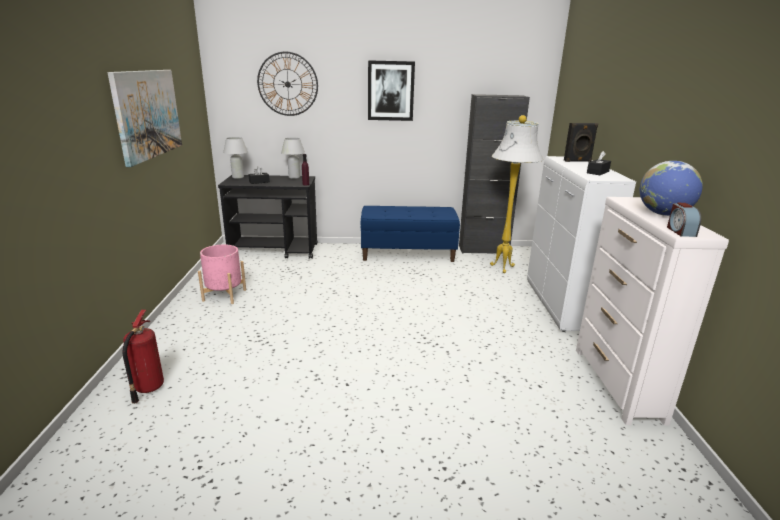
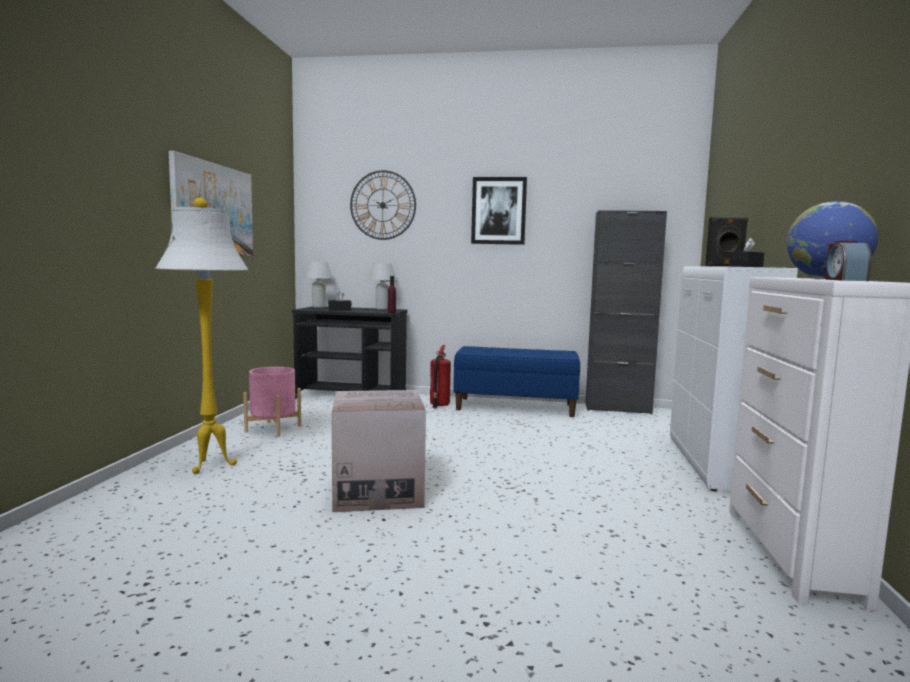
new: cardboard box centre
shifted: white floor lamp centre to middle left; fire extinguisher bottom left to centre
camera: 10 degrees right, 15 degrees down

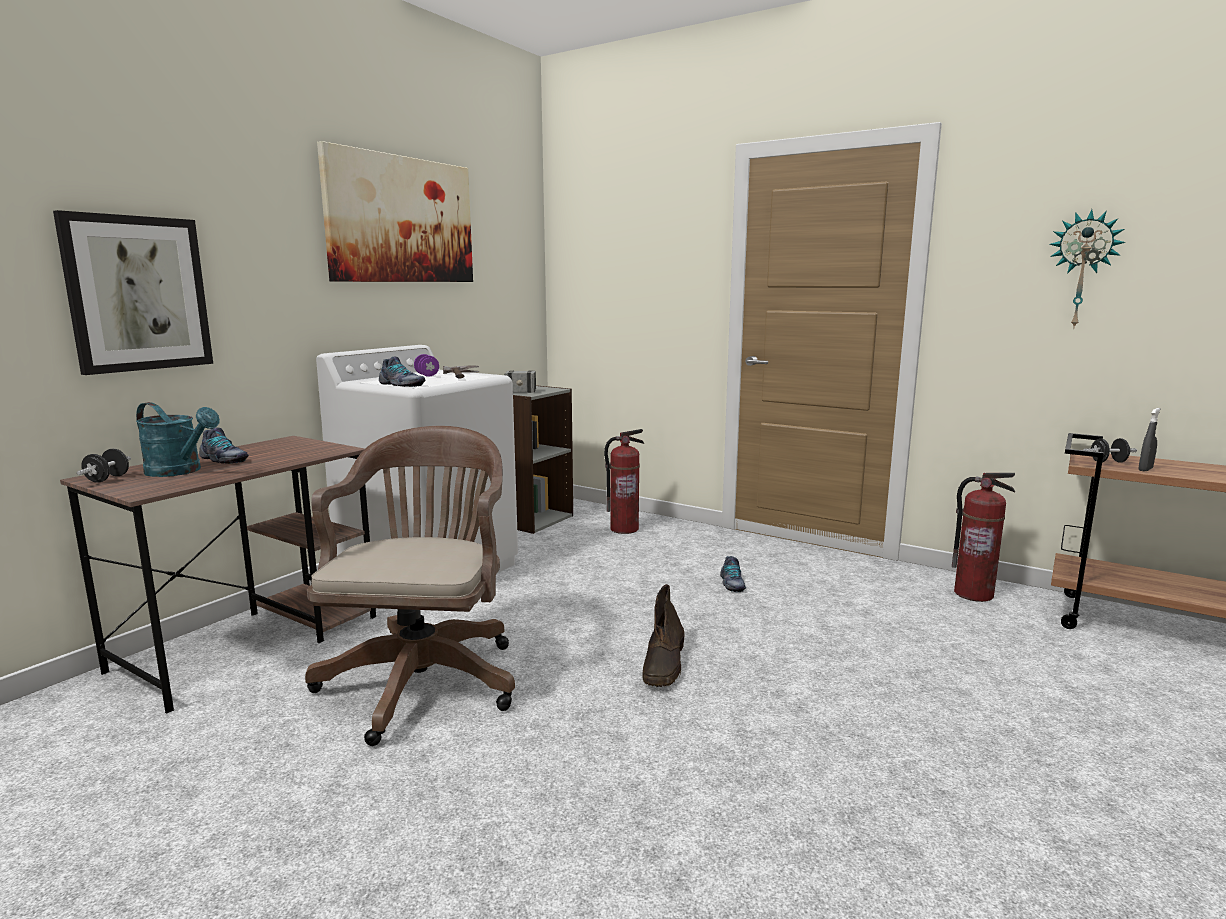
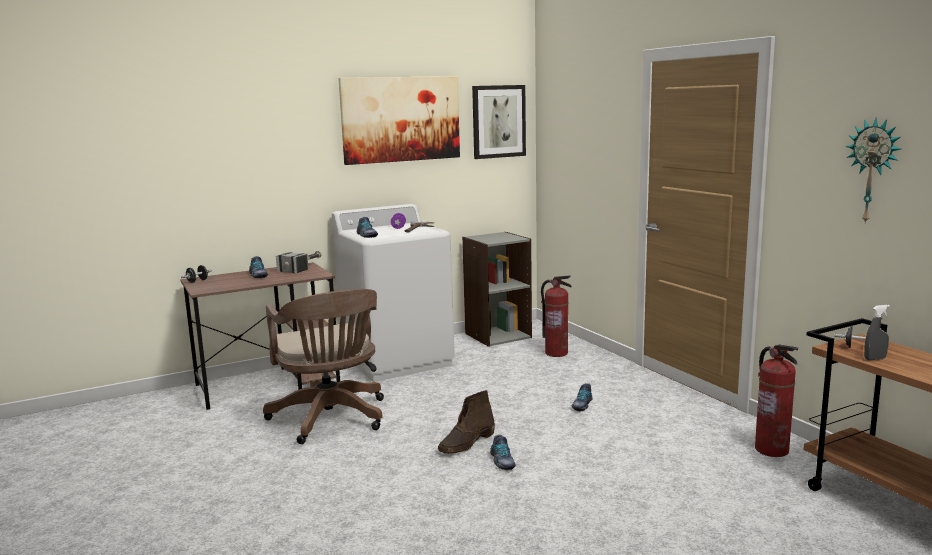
gone: turquoise watering can middle left
new: shoe (no. 3 from left) bottom centre
shifted: picture (no. 1 from left in the first image) top left to picture (no. 2 from left) top centre; hammer (no. 2 from left in the first image) centre to hammer (no. 1 from left) middle left
rotated: brown office chair centre = centre 120 degrees clockwise
camera: 30 degrees right, 0 degrees up

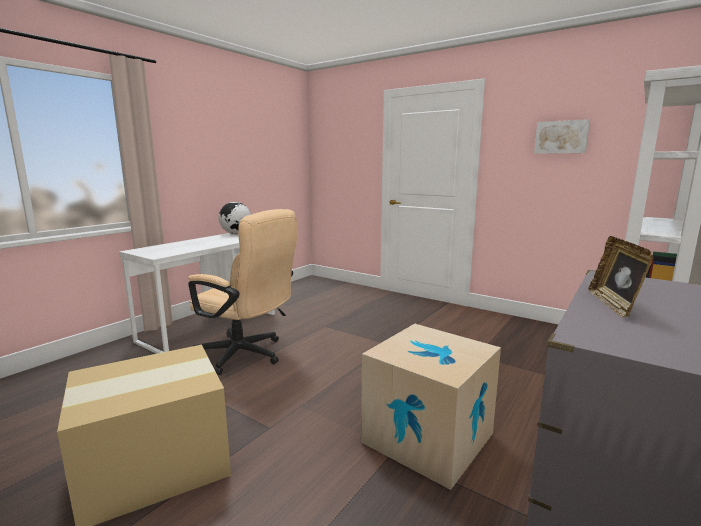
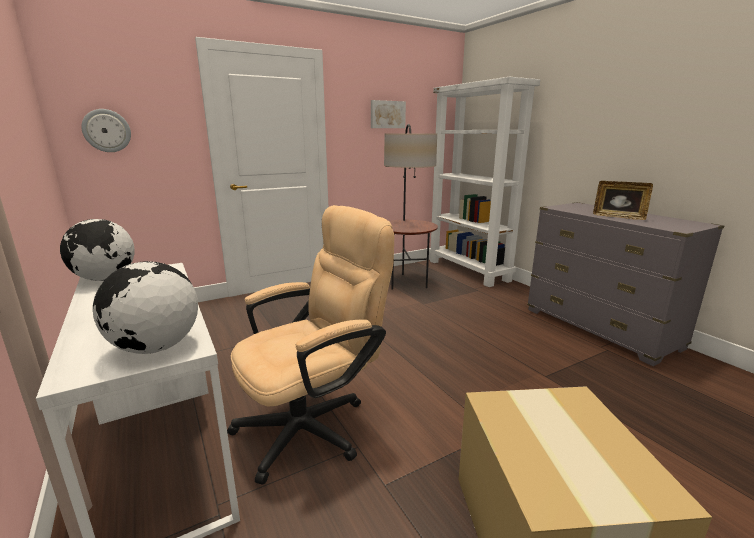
gone: cardboard box (no. 2 from left) bottom centre
new: wall clock top left; floor lamp centre; globe (no. 2 from left) middle left
camera: 65 degrees left, 5 degrees up

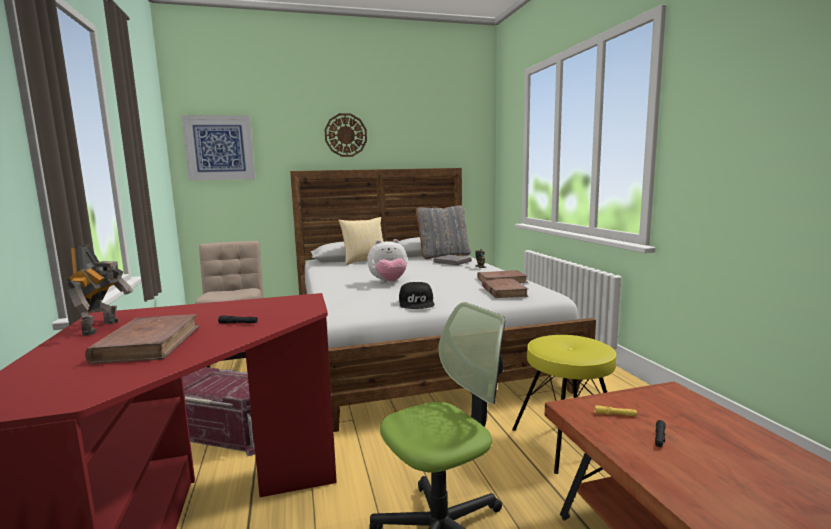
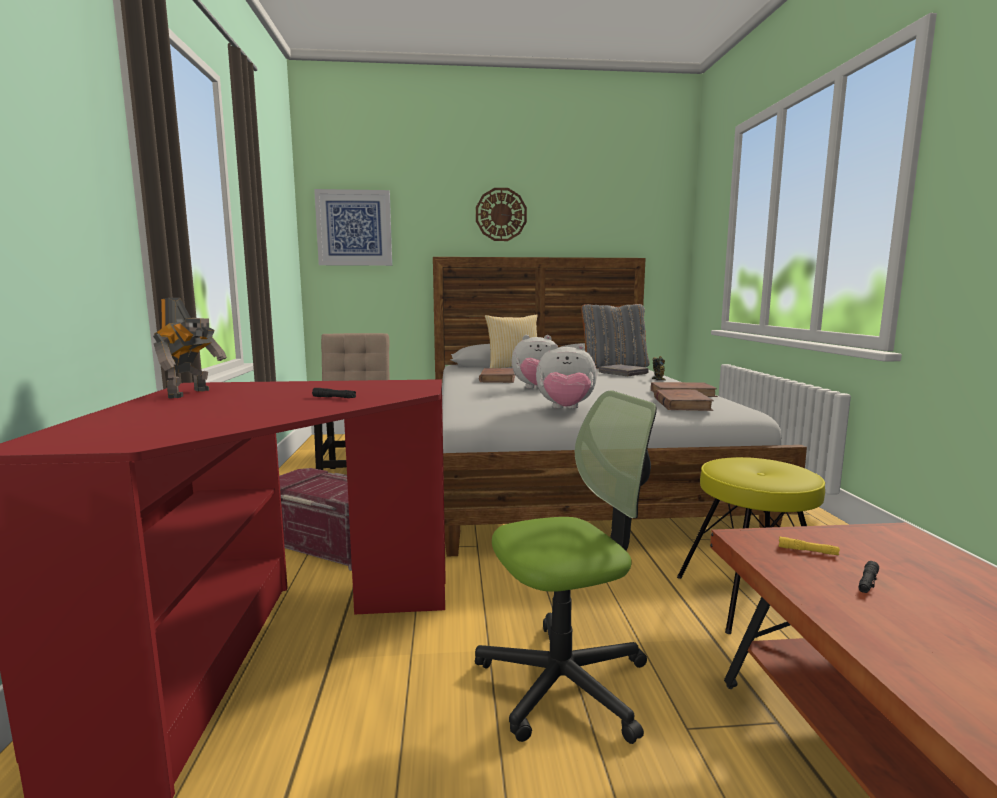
shifted: brown book (no. 1 from left) middle left to centre
swapped: black cap centre to plush toy (no. 2 from left) centre
camera: 10 degrees right, 0 degrees up

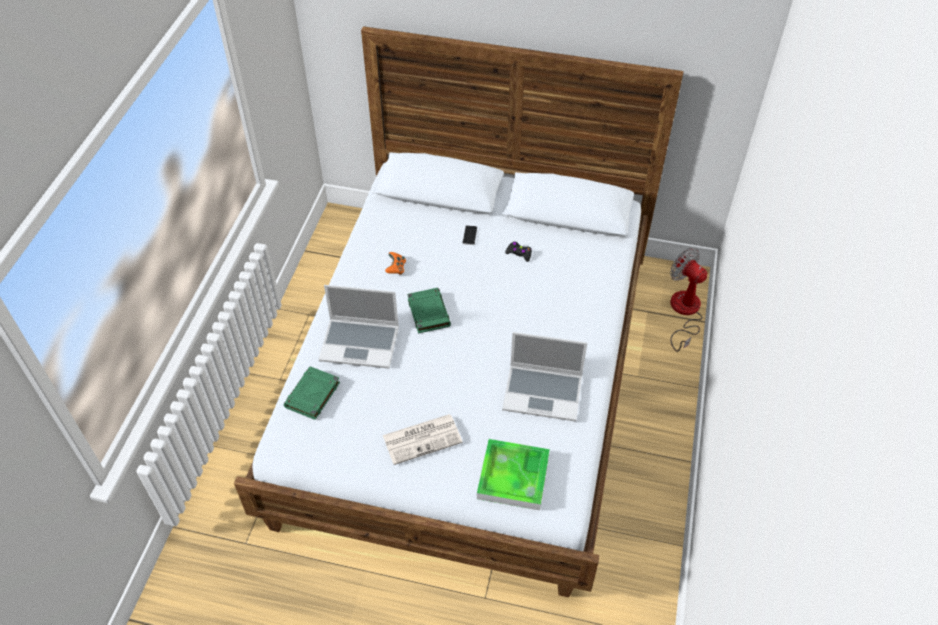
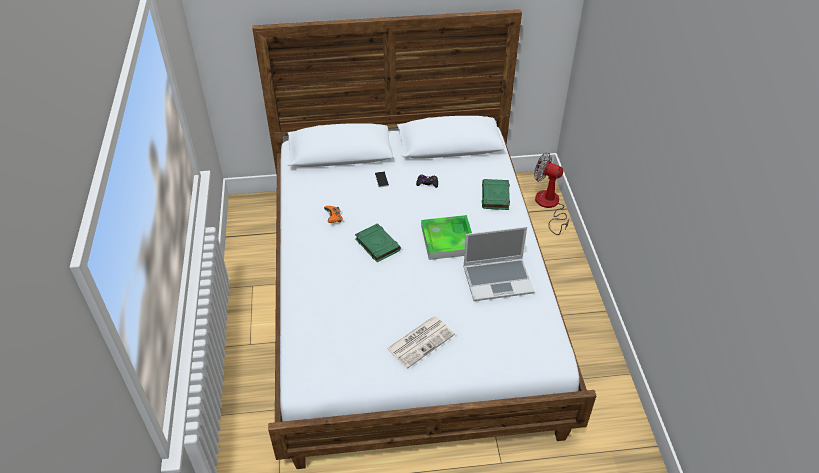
gone: laptop (no. 1 from left) centre
shifted: green book (no. 1 from left in the first image) middle left to green book (no. 2 from left) centre; tray bottom centre to centre
camera: 20 degrees left, 5 degrees down

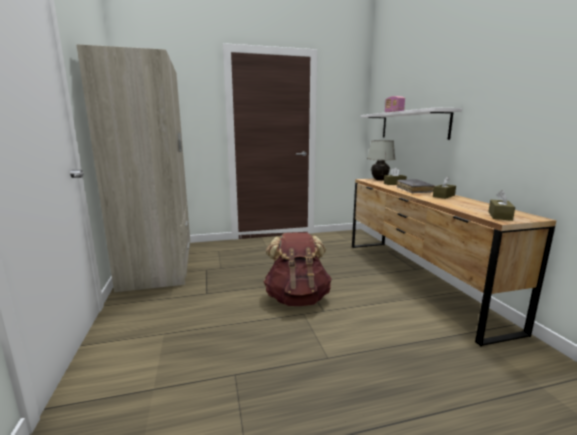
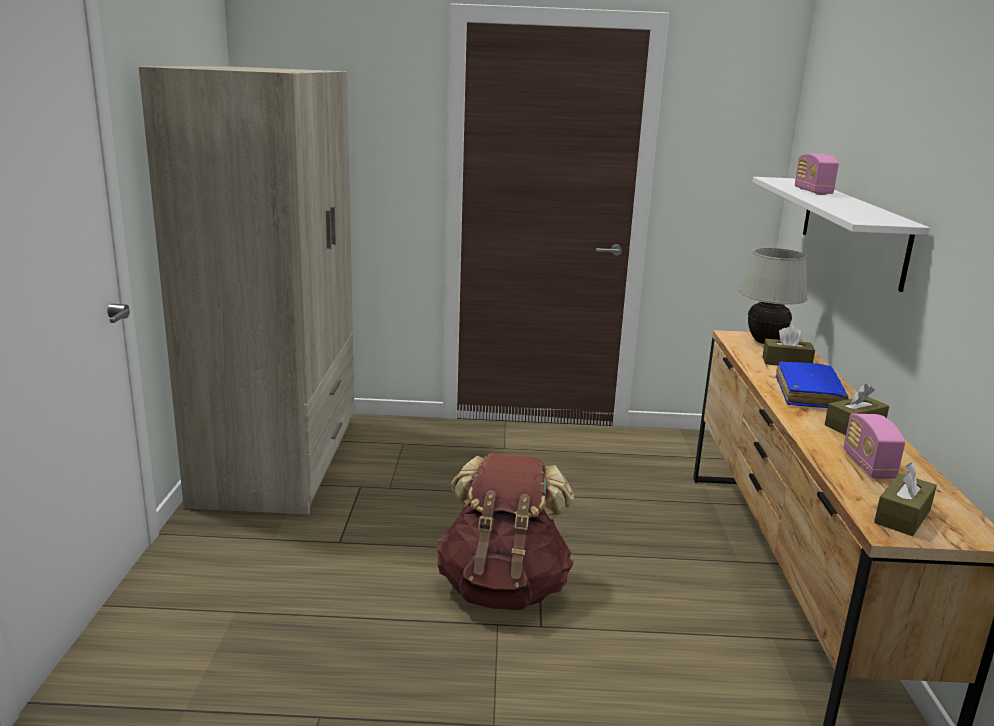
new: radio (no. 2 from left) middle right
repainted: grey book middle right to blue book middle right
camera: 15 degrees right, 5 degrees up

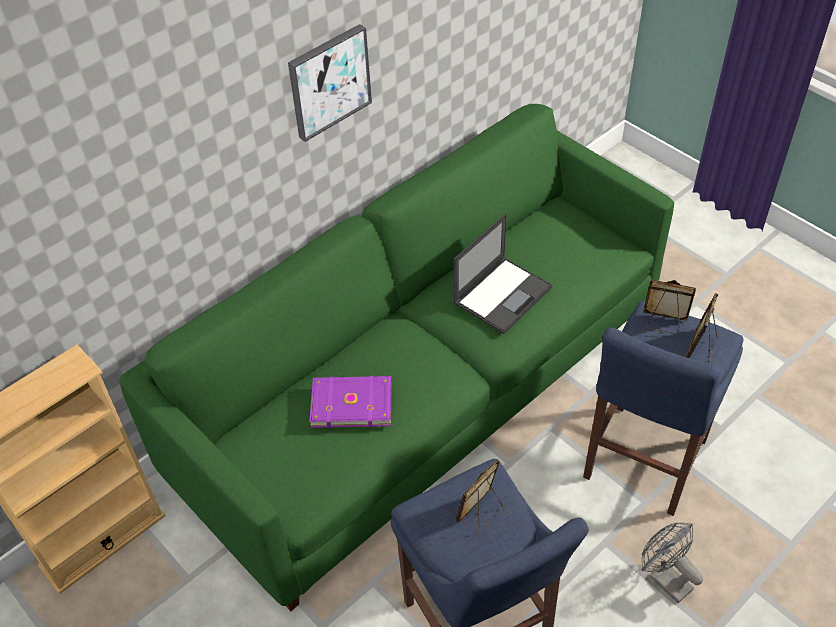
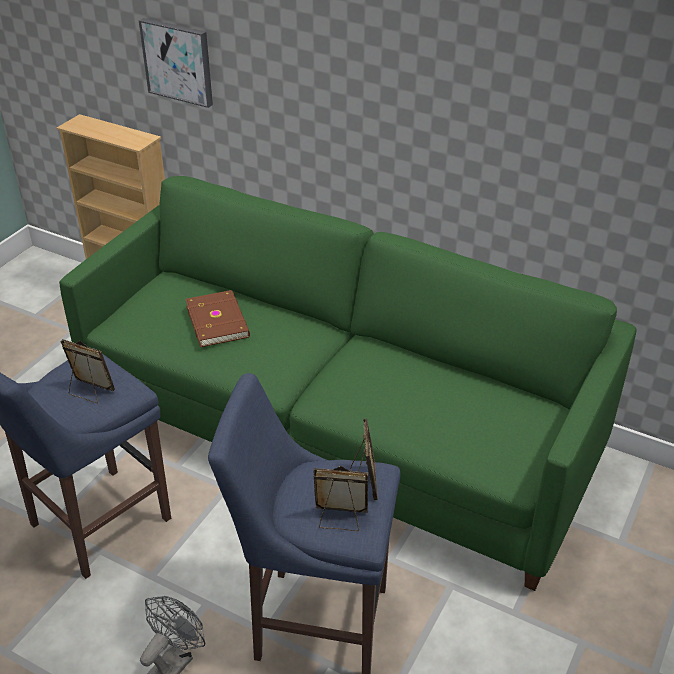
gone: laptop centre
shifted: picture top centre to top left
repainted: purple book centre to brown book middle left
camera: 70 degrees right, 10 degrees down

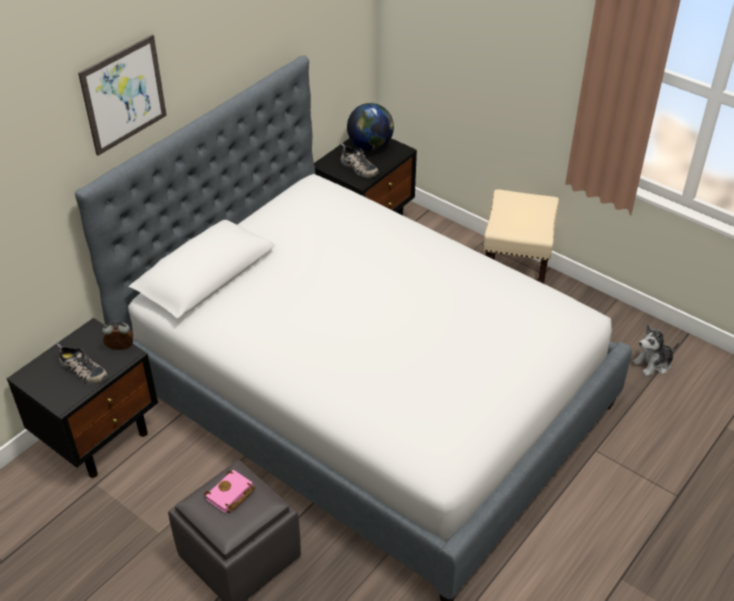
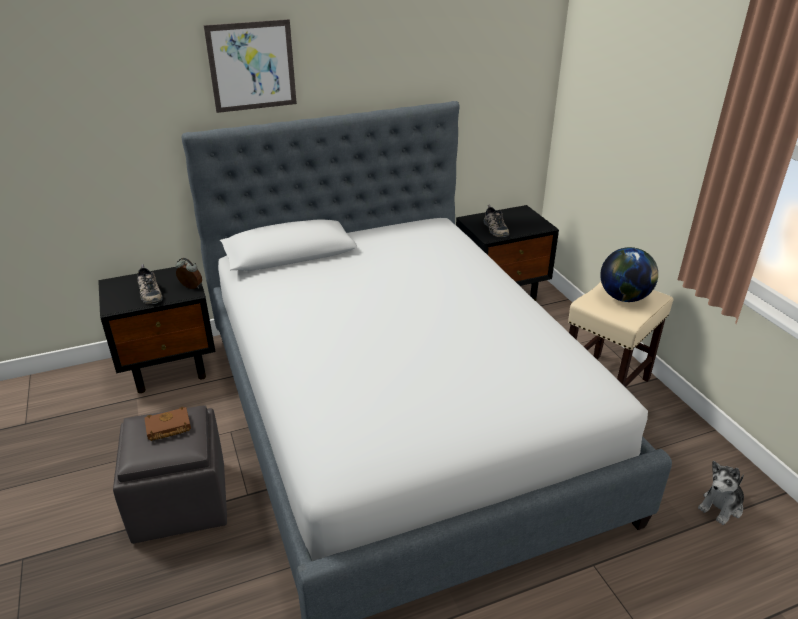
shifted: globe top centre to middle right
repainted: pink book bottom left to brown book bottom left
rotated: plush toy middle right = bottom right 45 degrees counterclockwise
camera: 30 degrees right, 10 degrees down

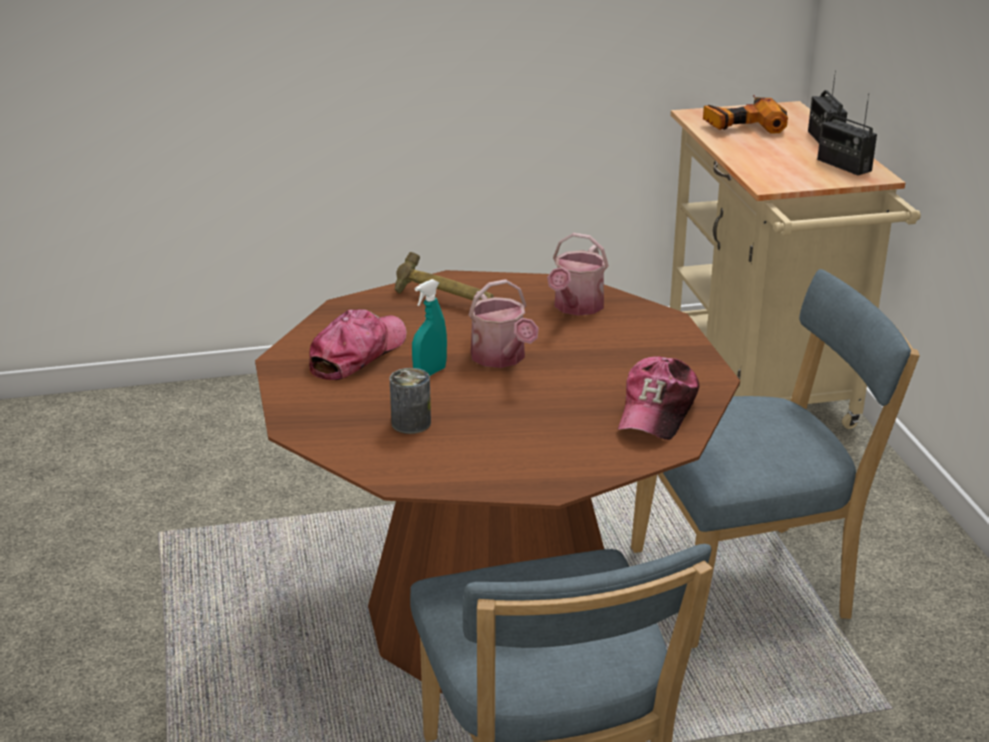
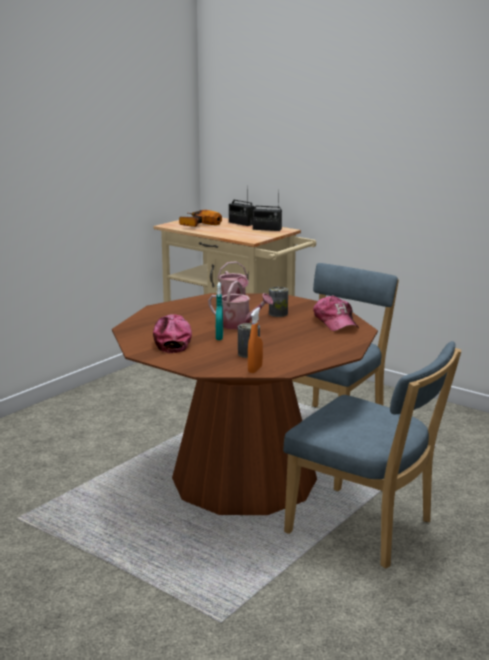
gone: hammer centre
new: can (no. 2 from left) centre; orange spray bottle centre
camera: 40 degrees left, 10 degrees down

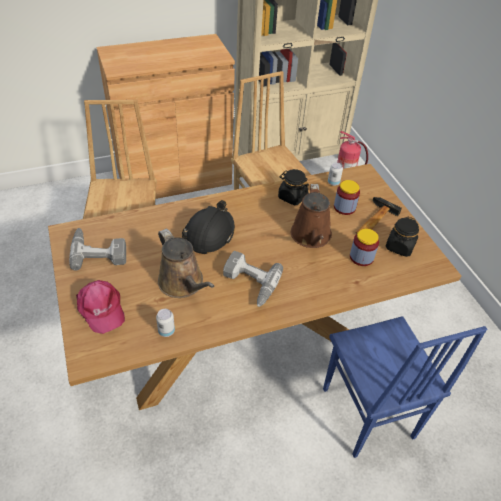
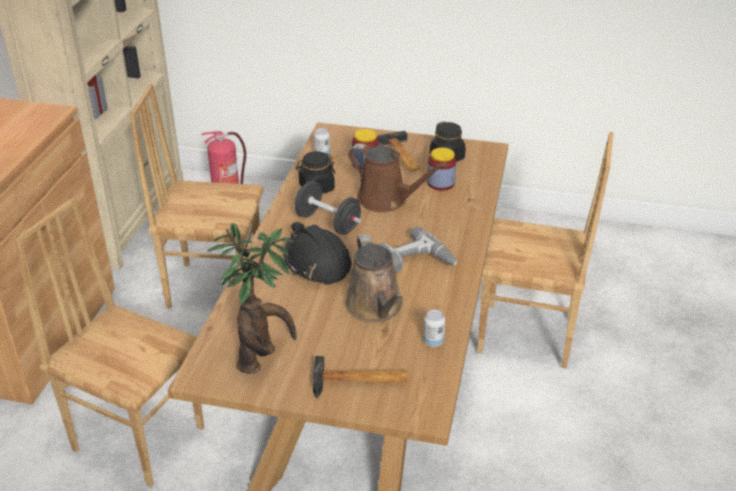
new: black dumbbell centre
swapped: power drill (no. 1 from left) middle left to potted plant centre; pink cap middle left to hammer (no. 1 from left) bottom centre
repainted: blue chair bottom right to brown chair (no. 3 from left) middle right
rotated: brown watering can (no. 1 from left) centre = centre 75 degrees clockwise
camera: 55 degrees left, 10 degrees down

